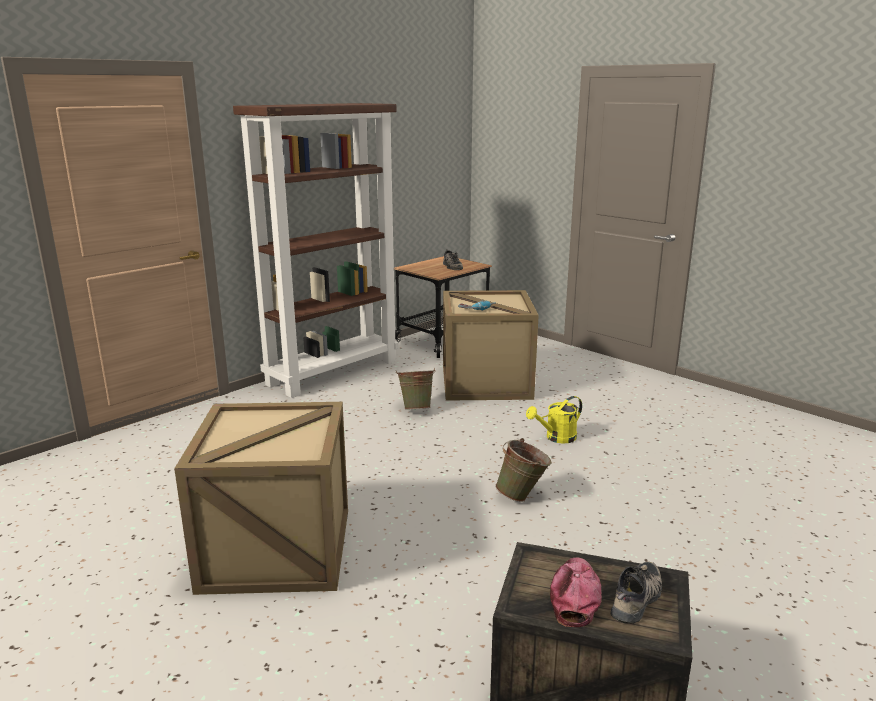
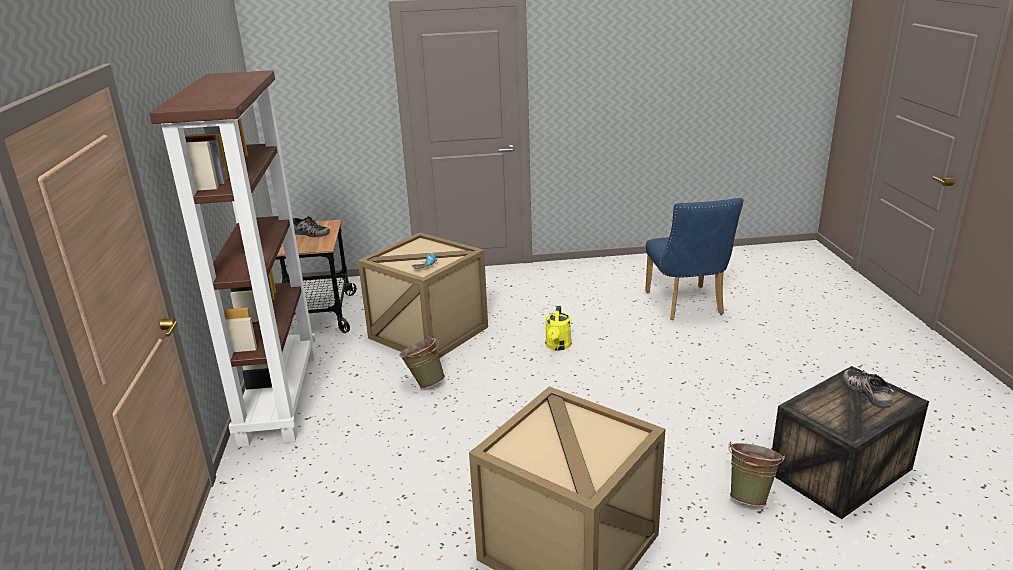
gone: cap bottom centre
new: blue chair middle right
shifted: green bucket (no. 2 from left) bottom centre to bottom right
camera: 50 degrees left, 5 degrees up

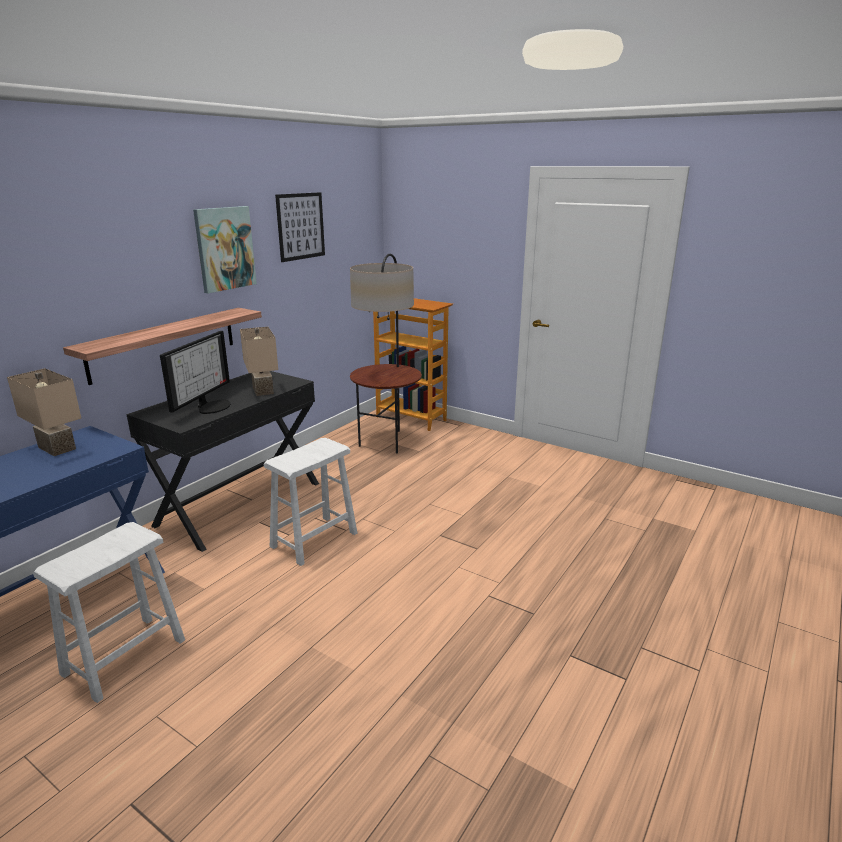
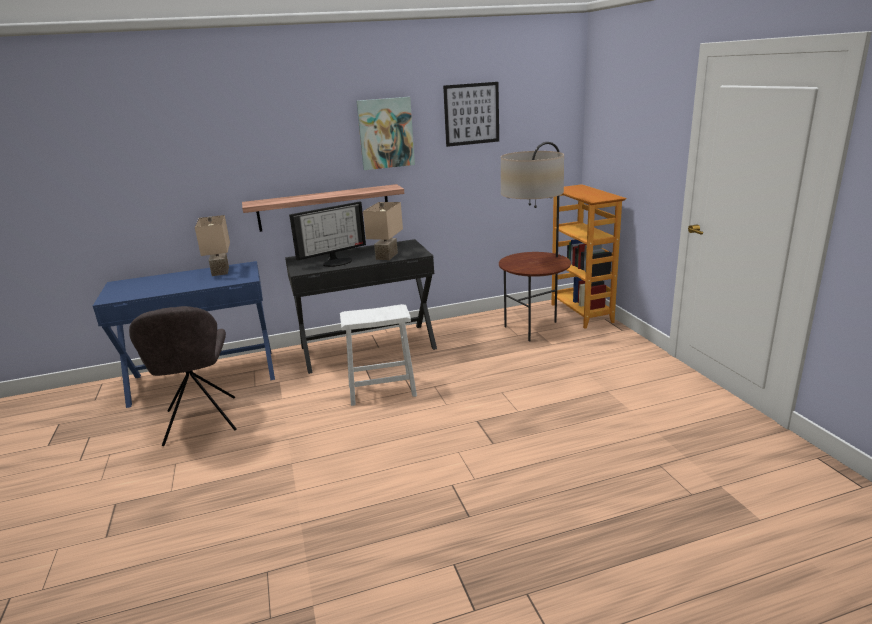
swapped: white stool (no. 1 from left) bottom left to grey chair middle left
camera: 40 degrees right, 0 degrees up

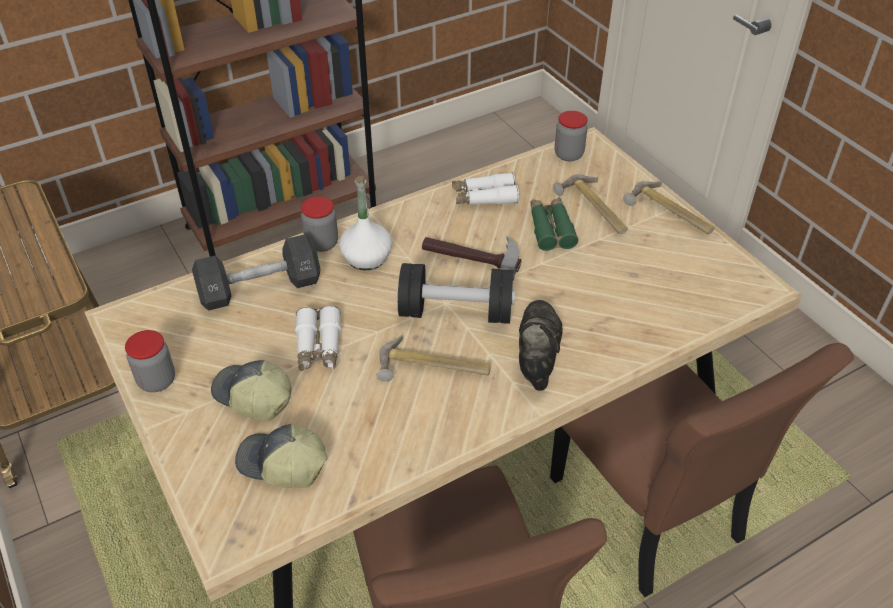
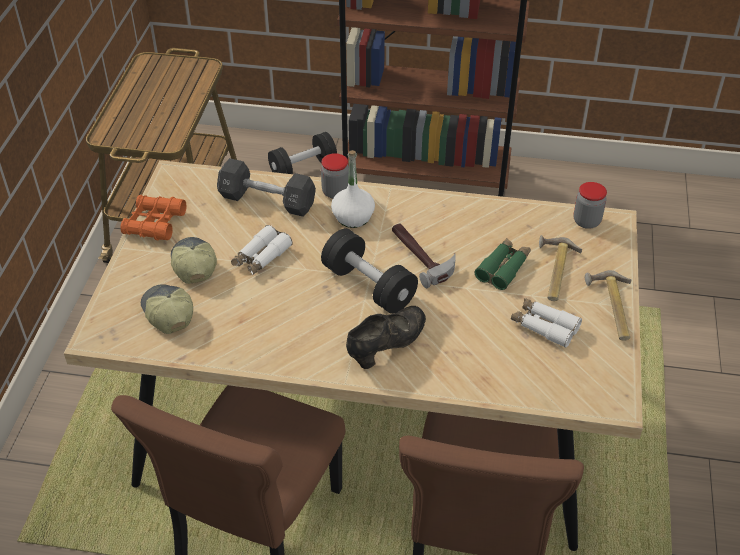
gone: hammer (no. 1 from left) centre
new: black dumbbell (no. 2 from left) top centre
shifted: white binoculars (no. 2 from left) top centre to middle right
swapped: jar (no. 1 from left) middle left to orange binoculars middle left
camera: 40 degrees right, 0 degrees up

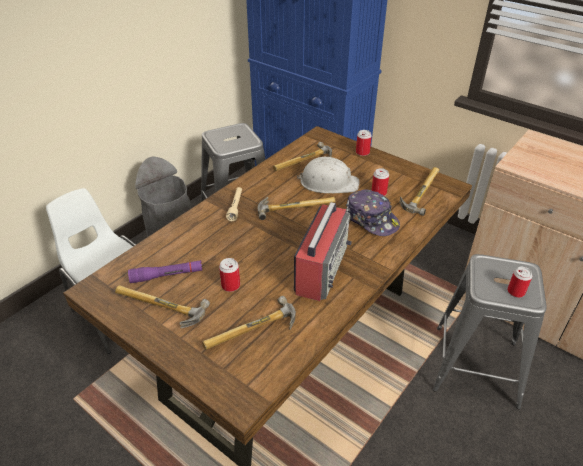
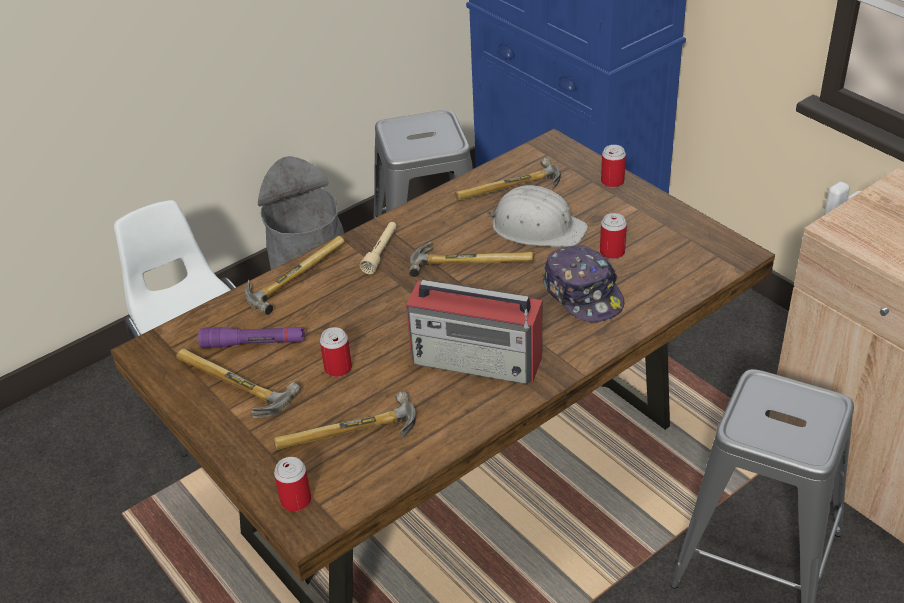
shifted: hammer (no. 5 from left in the first image) middle right to hammer (no. 2 from left) middle left; can (no. 4 from left in the first image) middle right to can (no. 1 from left) bottom left
rotated: radio centre = centre 75 degrees clockwise
camera: 15 degrees right, 0 degrees up

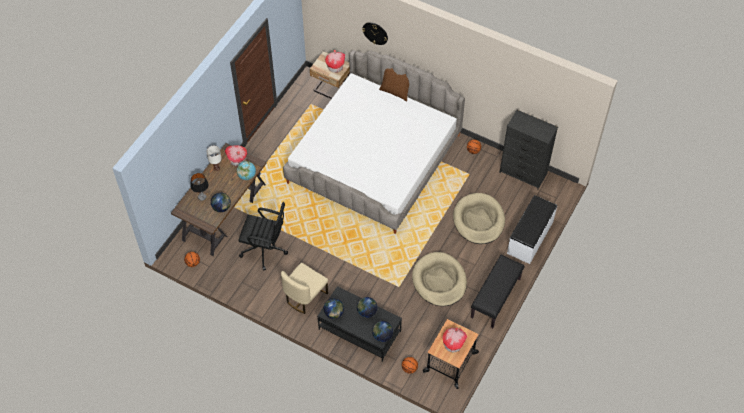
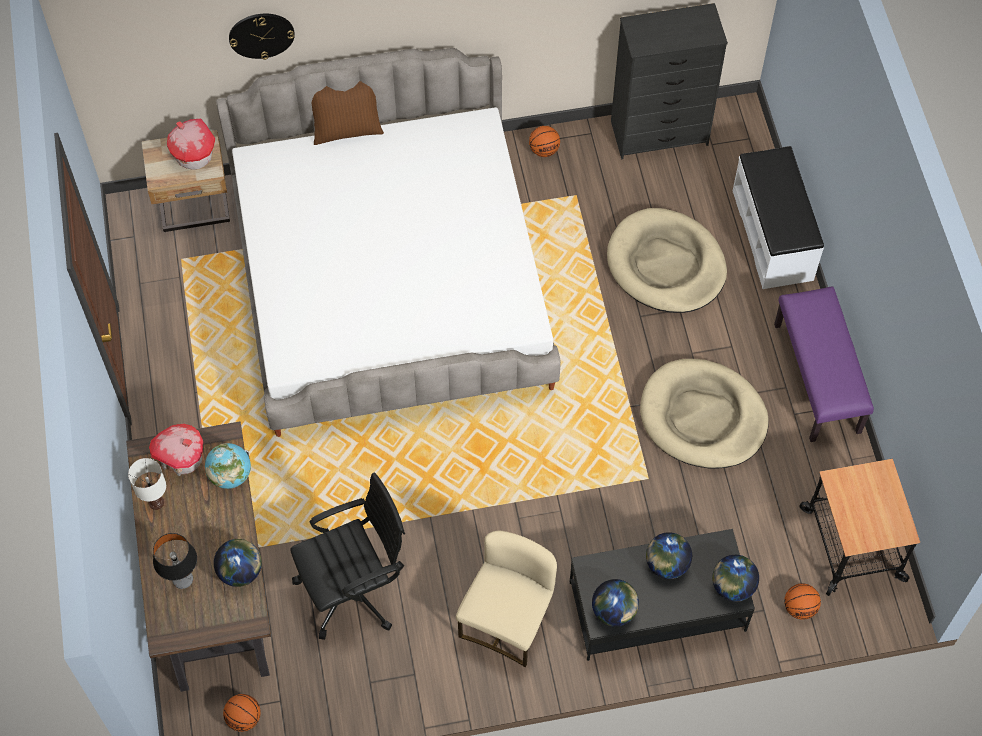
gone: toy house (no. 3 from left) bottom centre
repainted: black bench bottom right to purple bench middle right
rotated: beige chair bottom centre = bottom centre 150 degrees counterclockwise
camera: 40 degrees left, 5 degrees up

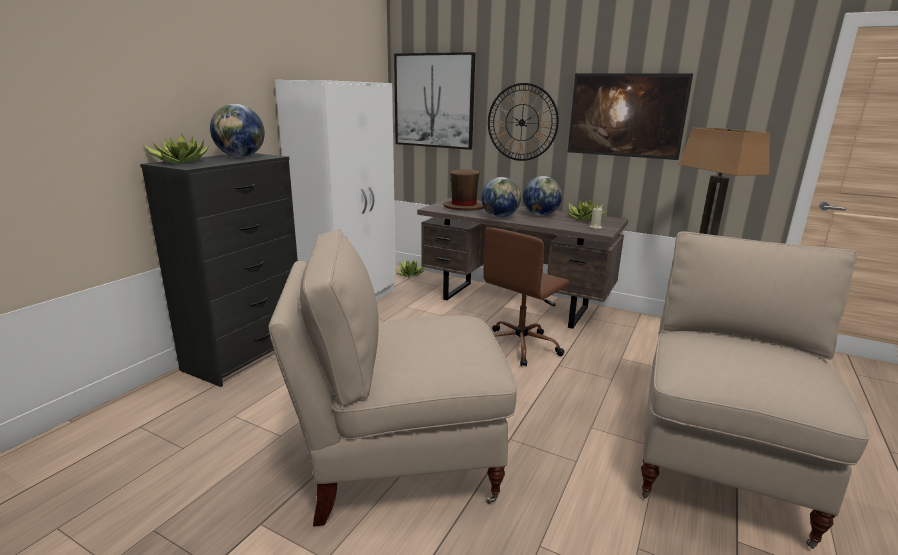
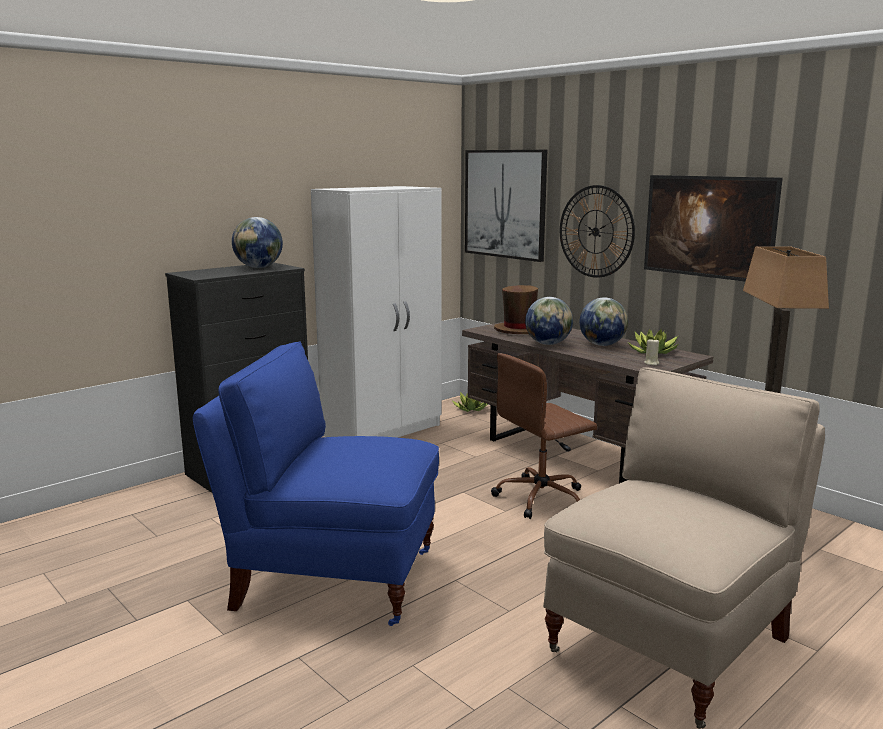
gone: potted plant (no. 1 from left) top left
repainted: beige chair (no. 1 from left) bottom centre to blue chair centre
camera: 20 degrees right, 5 degrees down

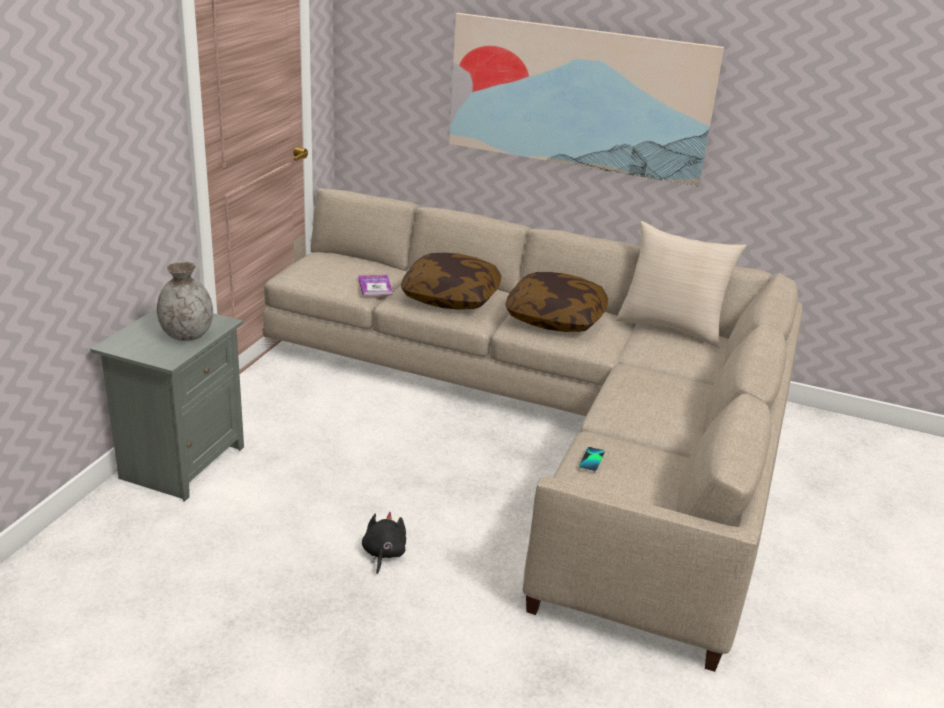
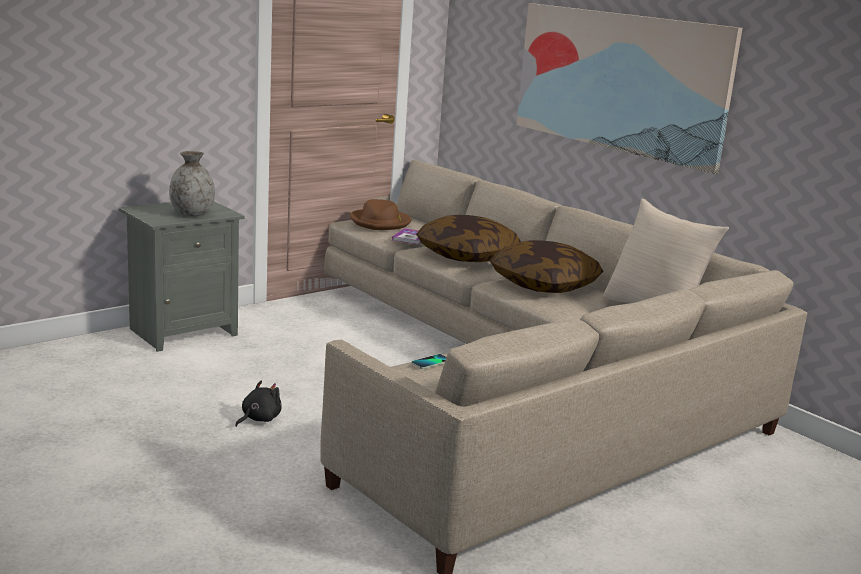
new: brown hat centre
camera: 30 degrees right, 10 degrees down

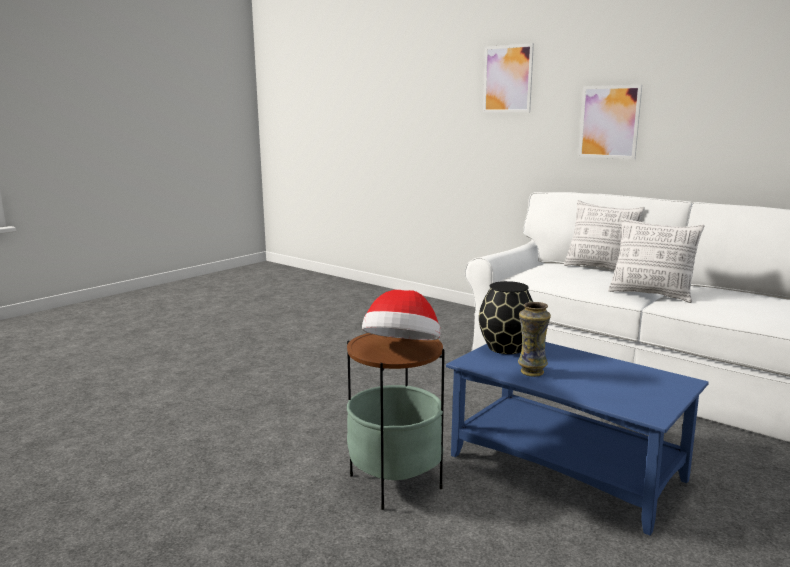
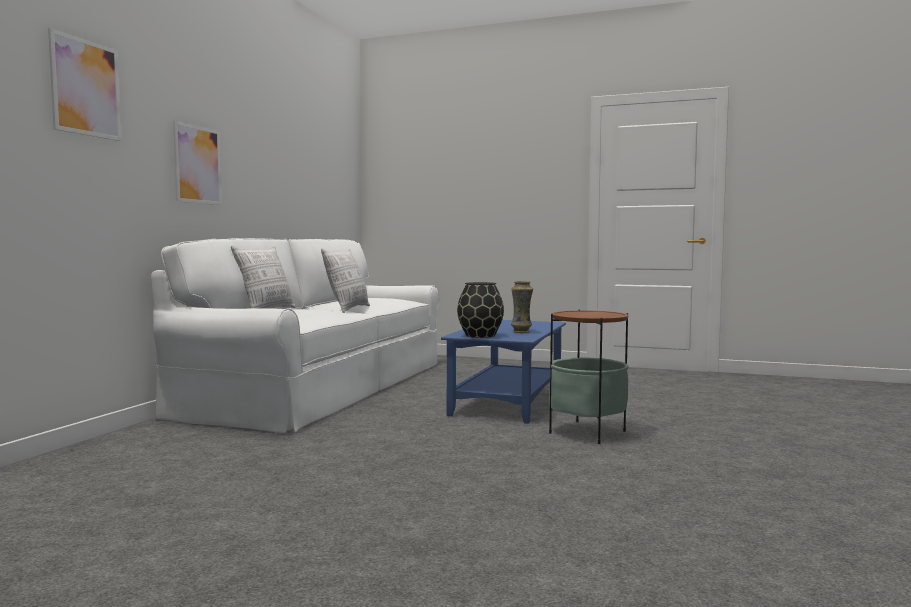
gone: hat centre
camera: 110 degrees left, 10 degrees down

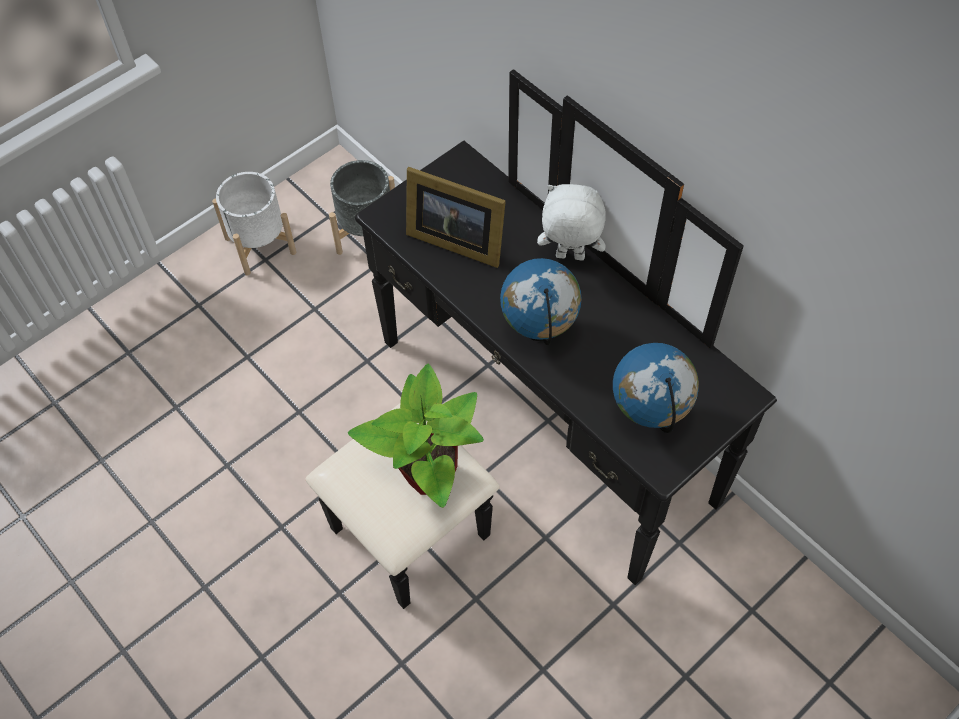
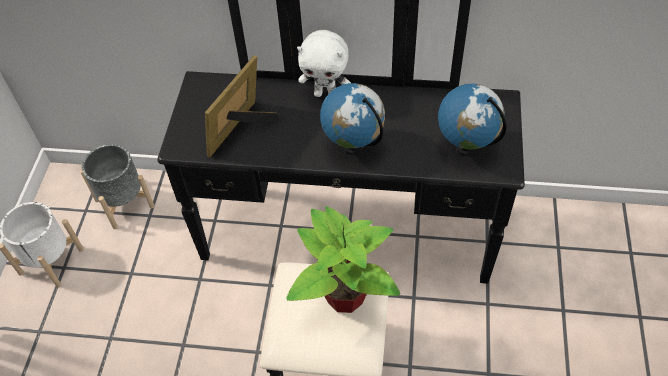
rotated: picture frame top centre = top centre 135 degrees clockwise; white plush toy top centre = top centre 135 degrees counterclockwise
camera: 40 degrees left, 5 degrees down

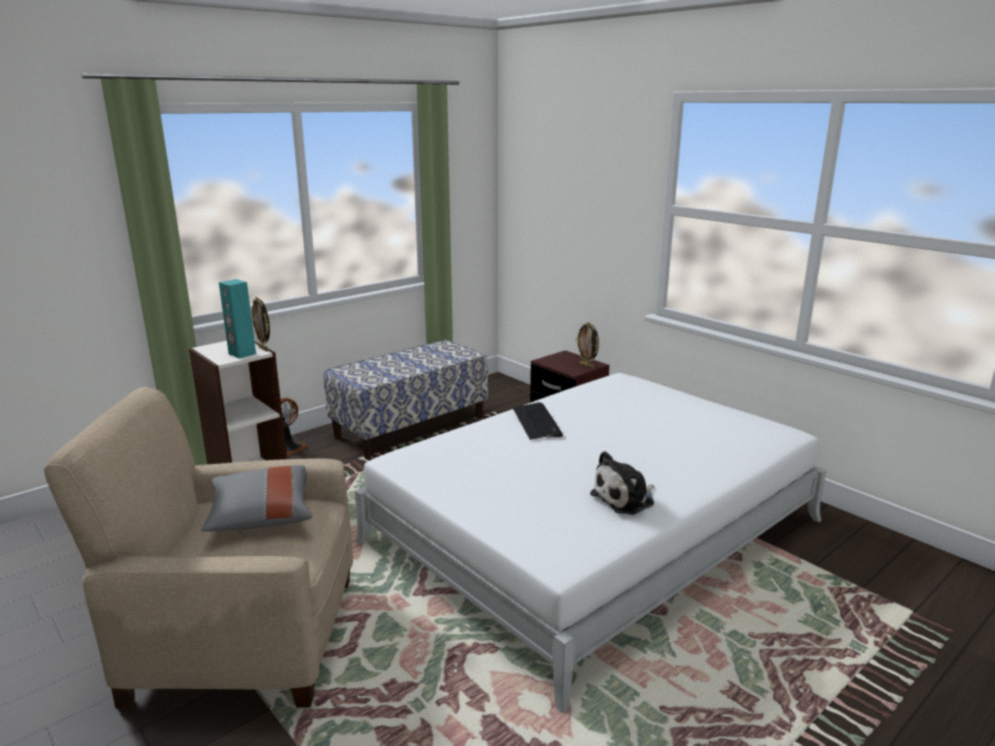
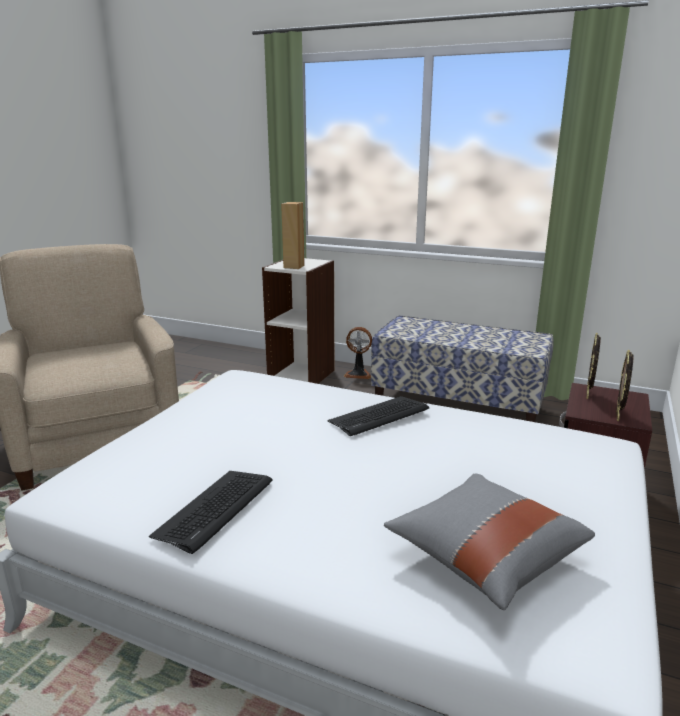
shifted: picture frame (no. 1 from left) middle left to middle right; grey pillow bottom left to bottom right
swapped: plush toy centre to keyboard (no. 1 from left) bottom left
repainted: turquoise speaker middle left to brown speaker top centre
camera: 65 degrees right, 0 degrees up

